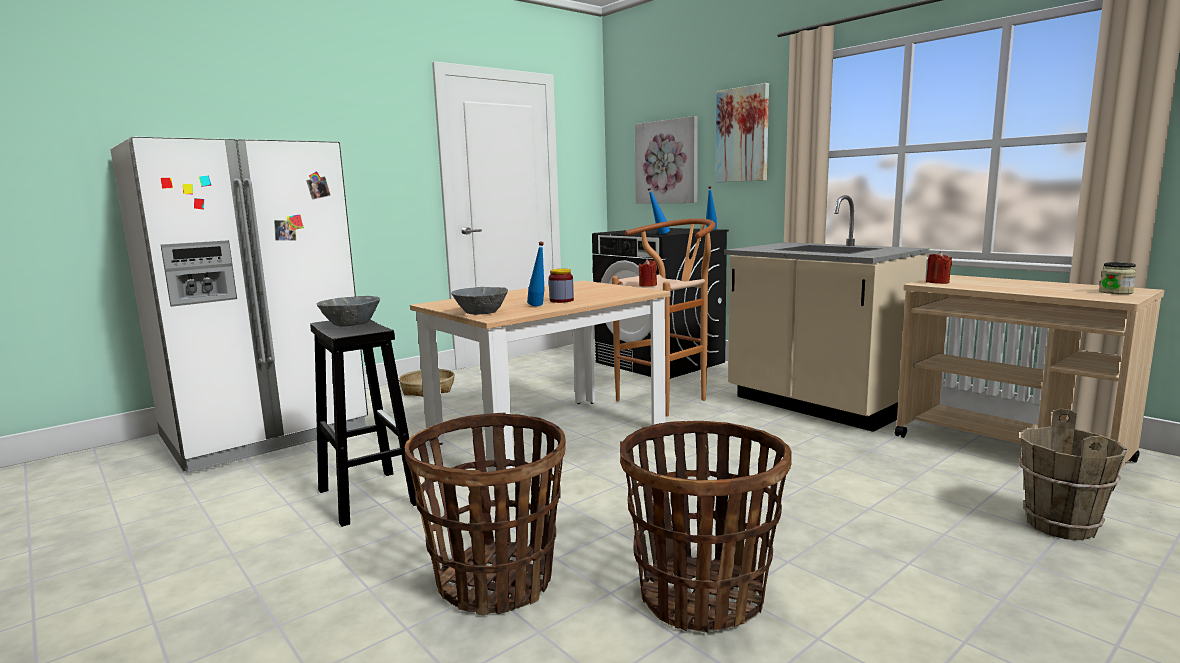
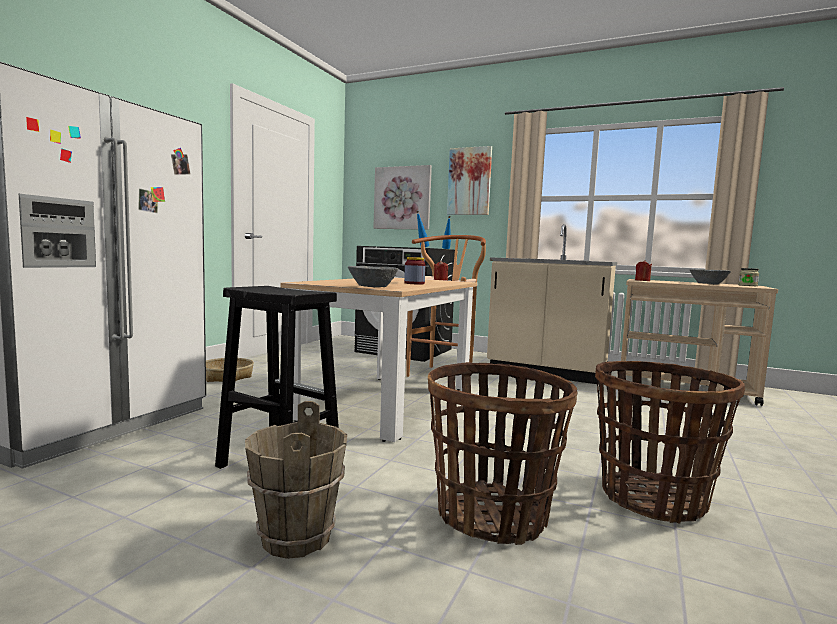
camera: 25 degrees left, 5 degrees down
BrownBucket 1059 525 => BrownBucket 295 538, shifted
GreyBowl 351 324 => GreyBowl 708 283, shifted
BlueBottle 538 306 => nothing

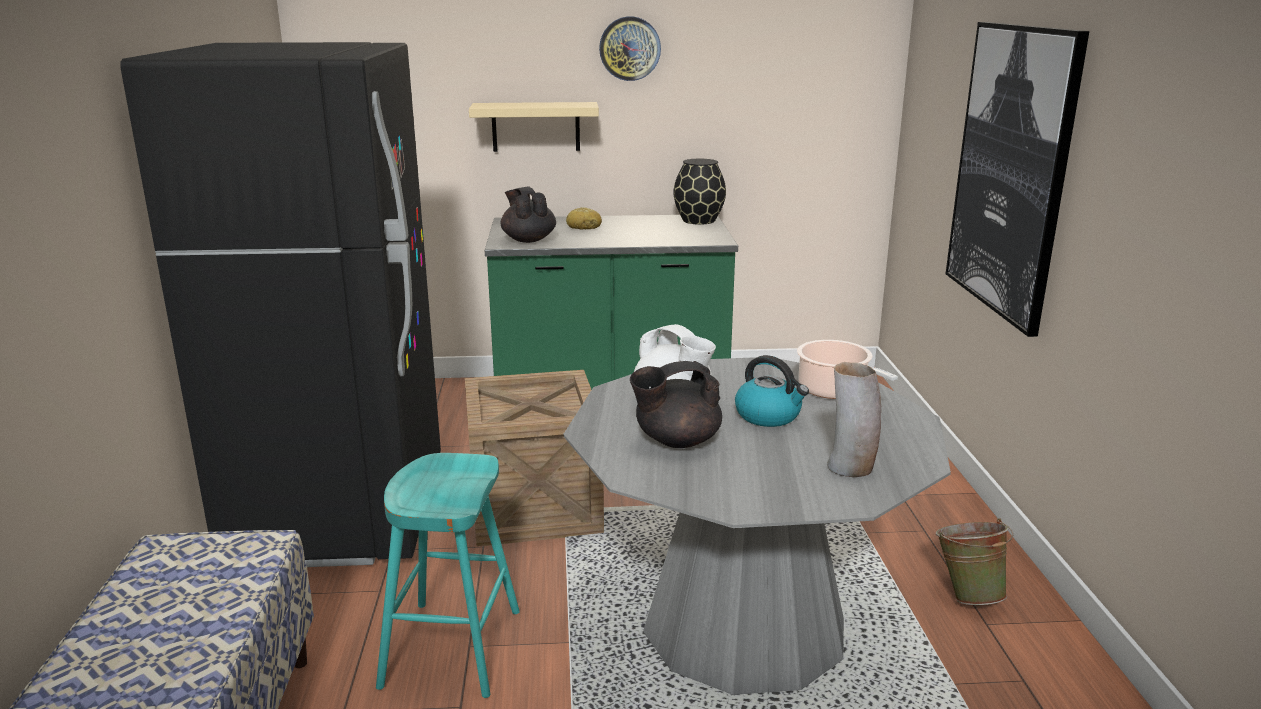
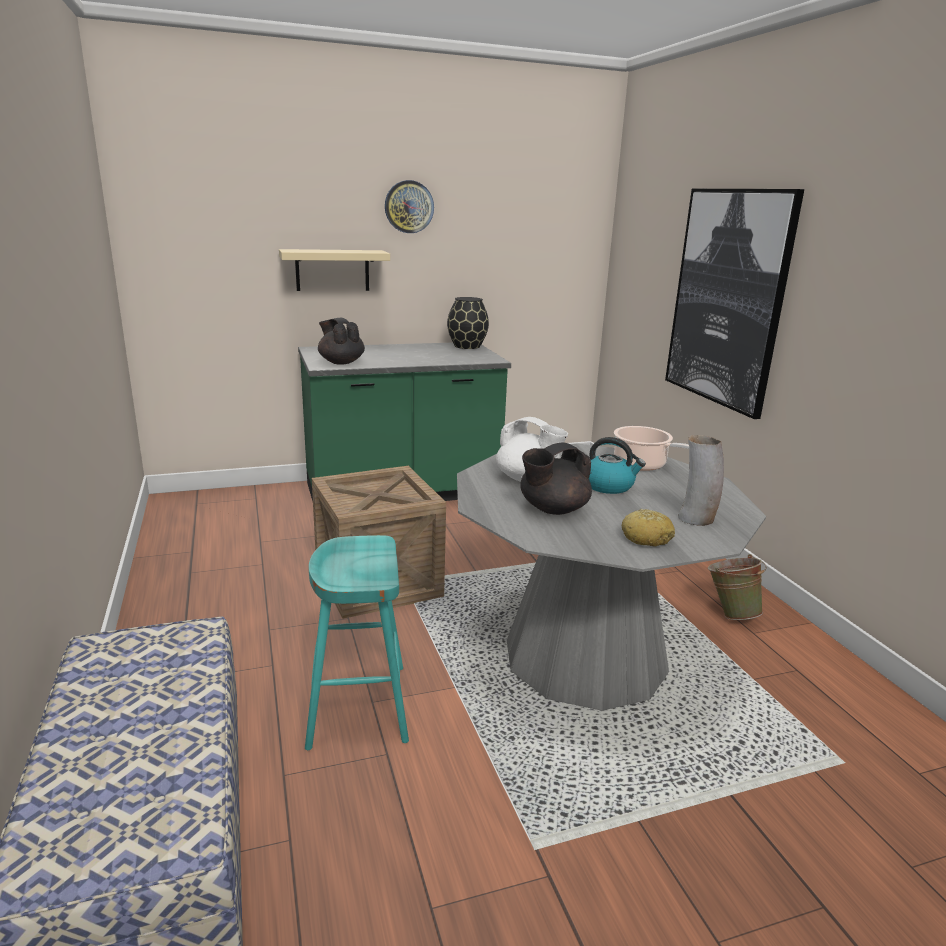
camera: 15 degrees left, 0 degrees up
Bread 584 227 => Bread 646 538, shifted
BlackFridge 341 512 => nothing

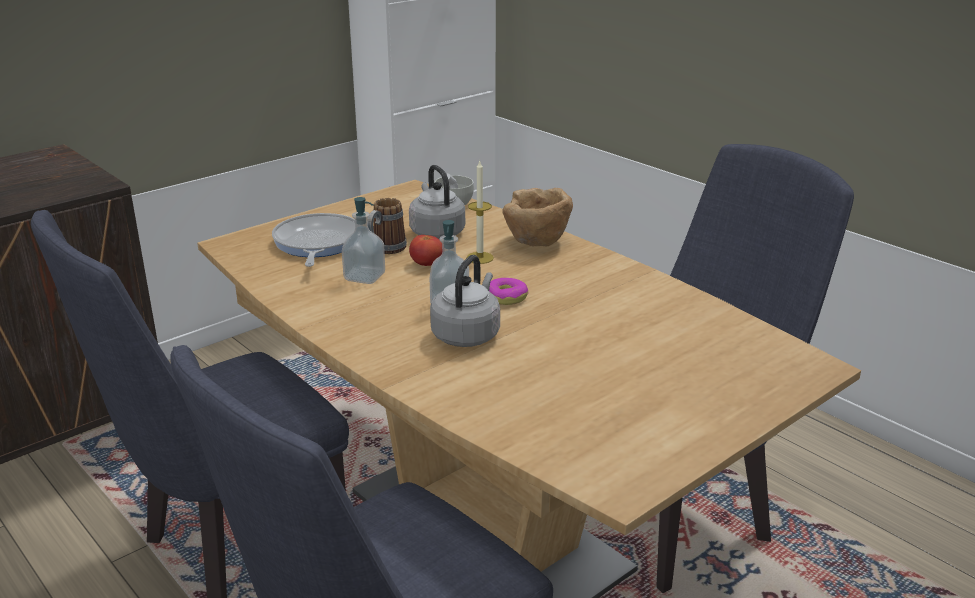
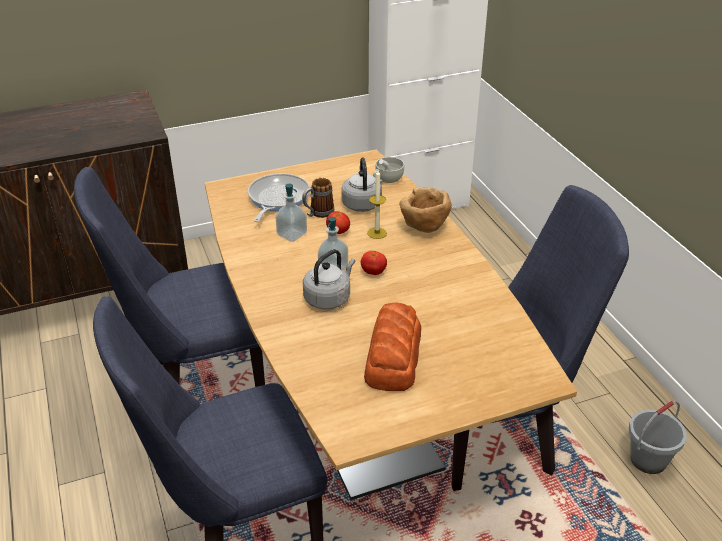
camera: 20 degrees right, 10 degrees up
Donut 507 297 => Tomato 373 272
nothing => Bread 392 356
nothing => GreyBucket 648 460

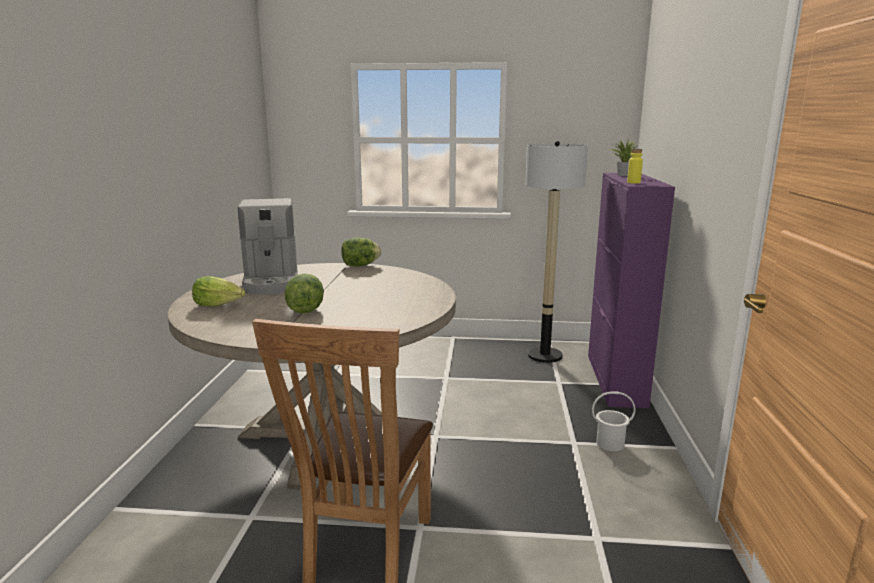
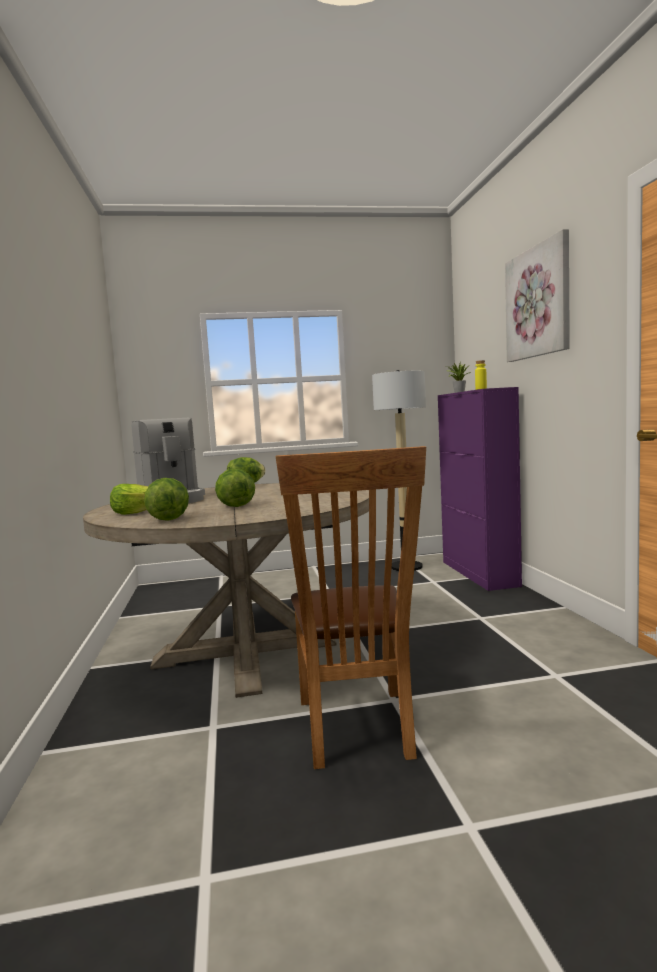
camera: 15 degrees left, 10 degrees down
nothing => Lettuce 168 519
nothing => Picture 538 302
WhiteBucket 610 444 => nothing

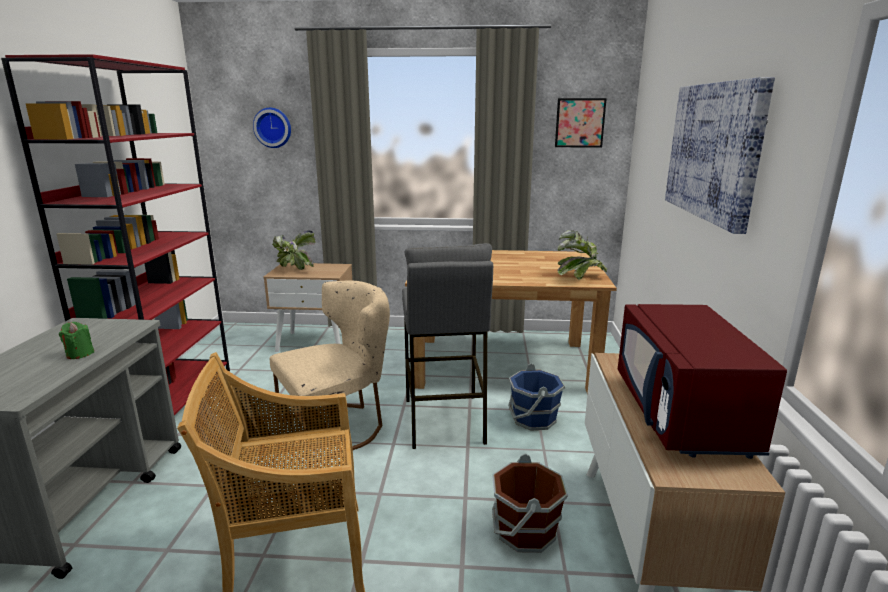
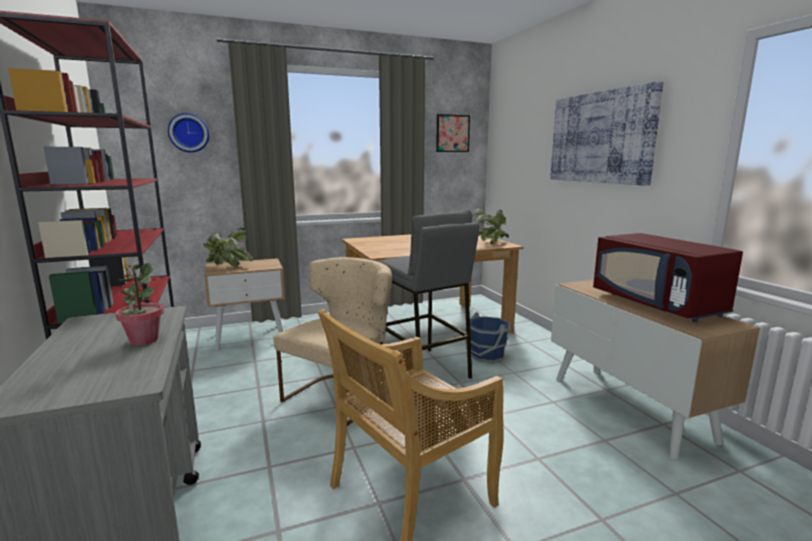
camera: 25 degrees left, 5 degrees down
GreenCandle 80 354 => PottedPlant 144 340
BrownBucket 524 531 => nothing

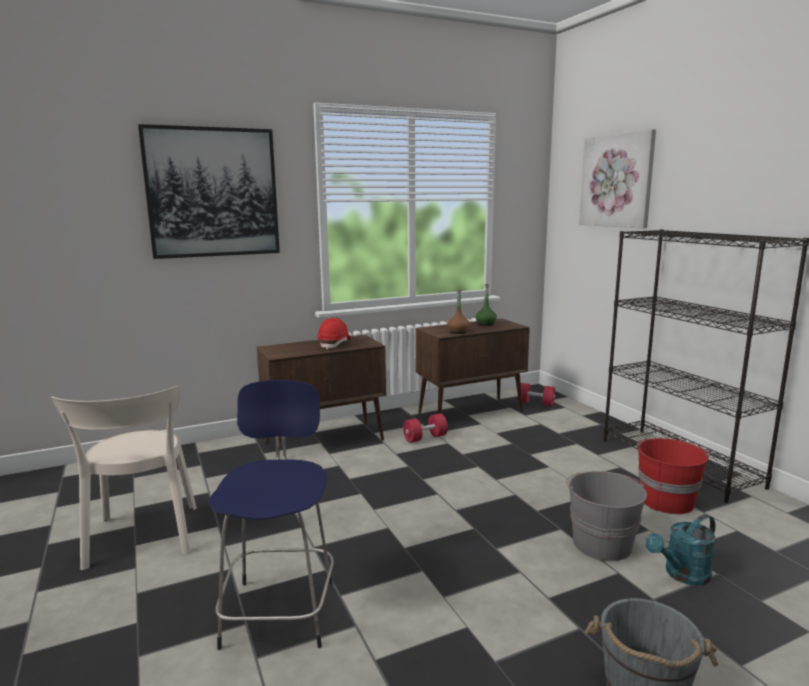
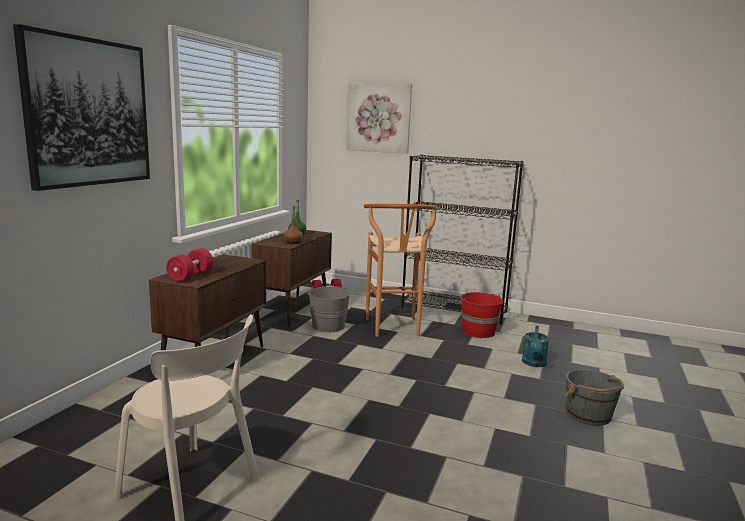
camera: 45 degrees left, 0 degrees up
RedDumbbell 425 438 => RedDumbbell 190 276, shifted
GreyBucket 601 543 => GreyBucket 327 326, shifted
nothing => BrownStool 394 329
BlueStool 280 609 => nothing
RedHardHat 334 344 => nothing

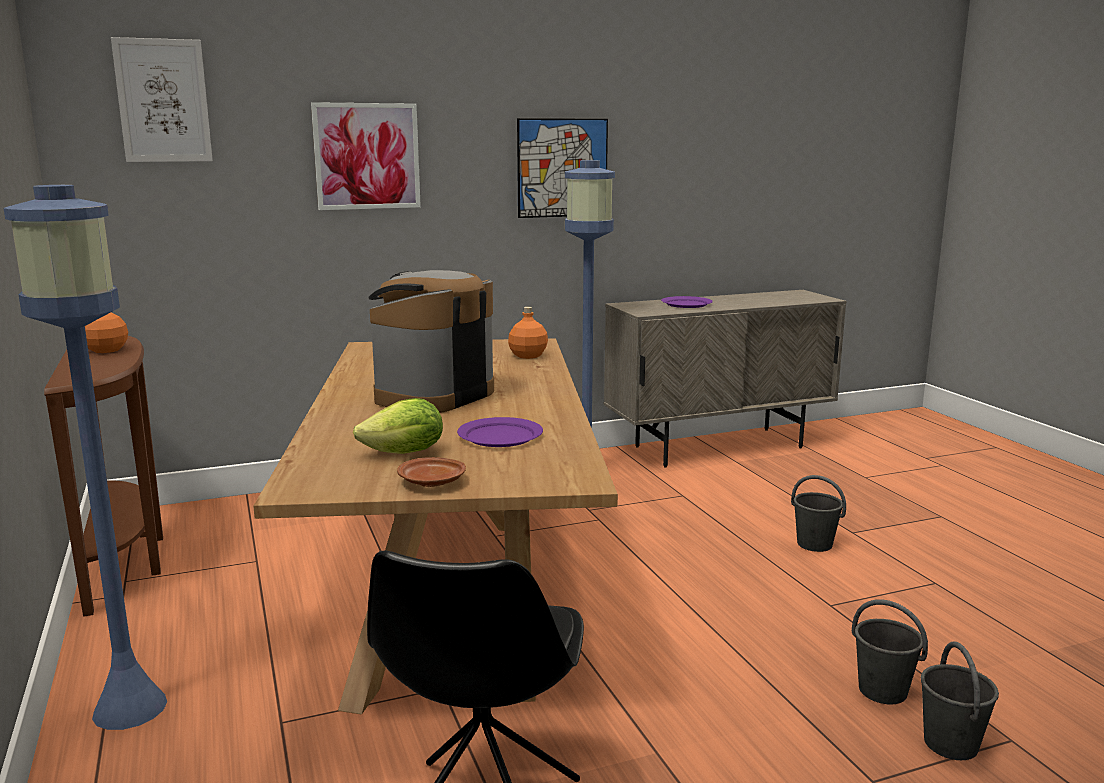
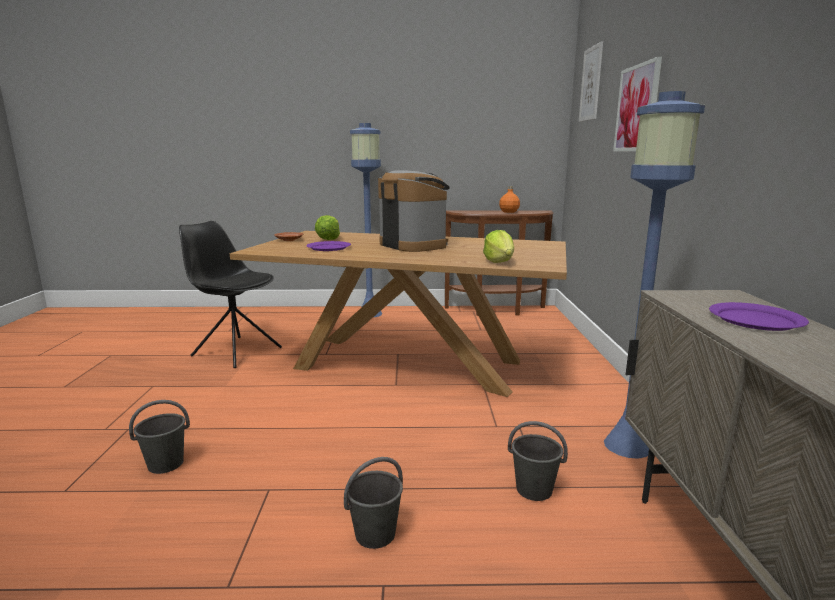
camera: 110 degrees right, 0 degrees up
OrangeBottle 527 356 => Lettuce 499 262
GreyBucket 951 744 => GreyBucket 533 489, shifted
Picture 562 168 => nothing

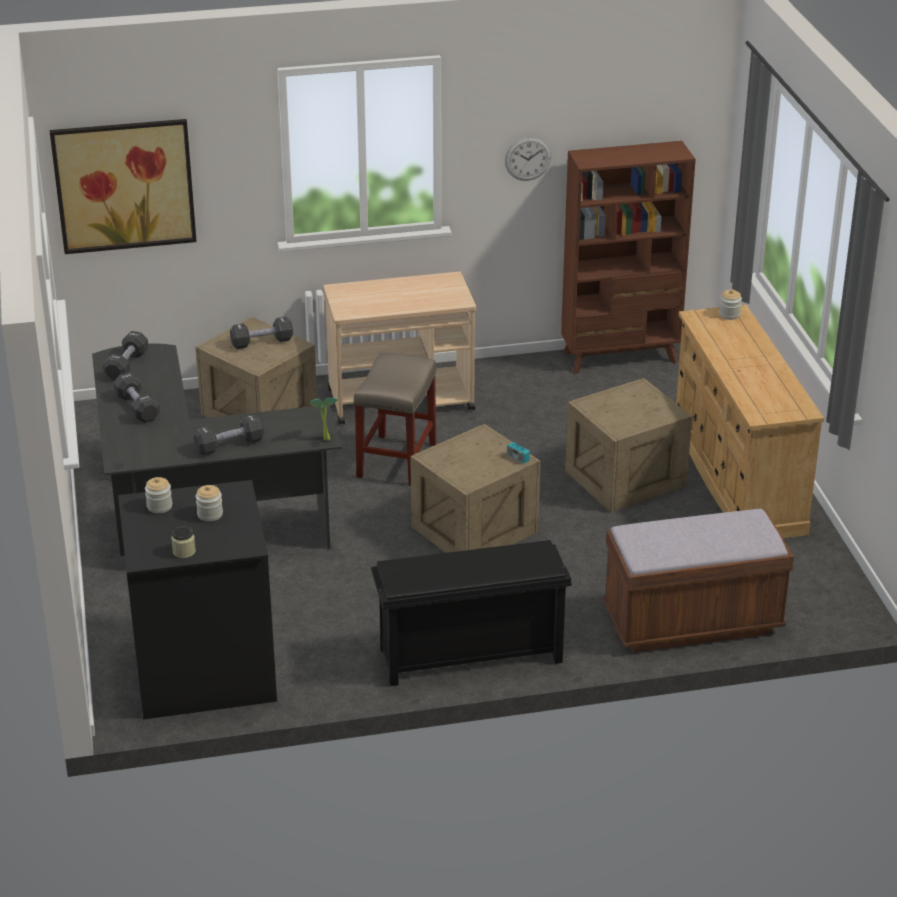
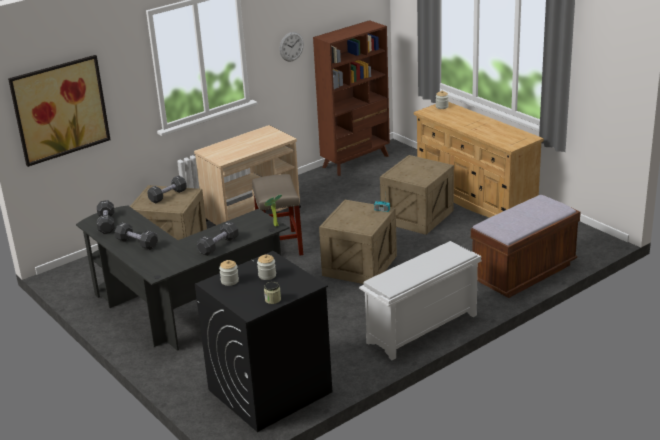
camera: 25 degrees left, 5 degrees down
BlackShoeRack 469 656 => WhiteShoeRack 421 330

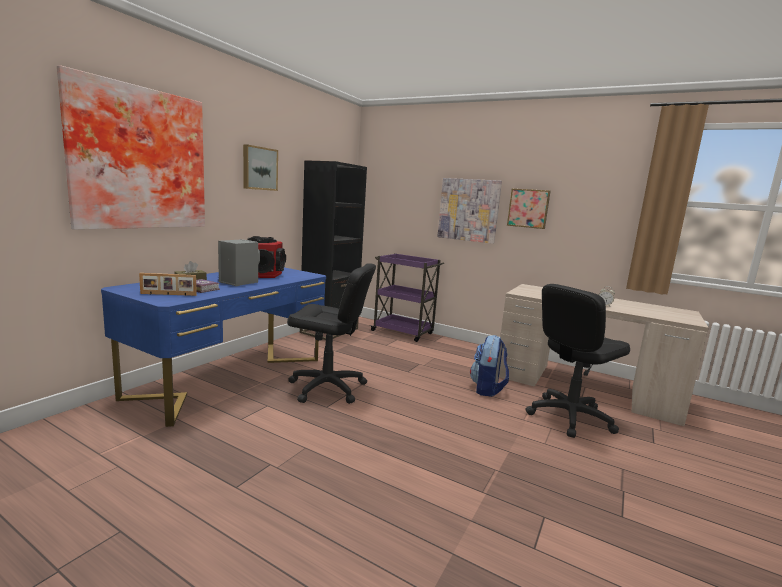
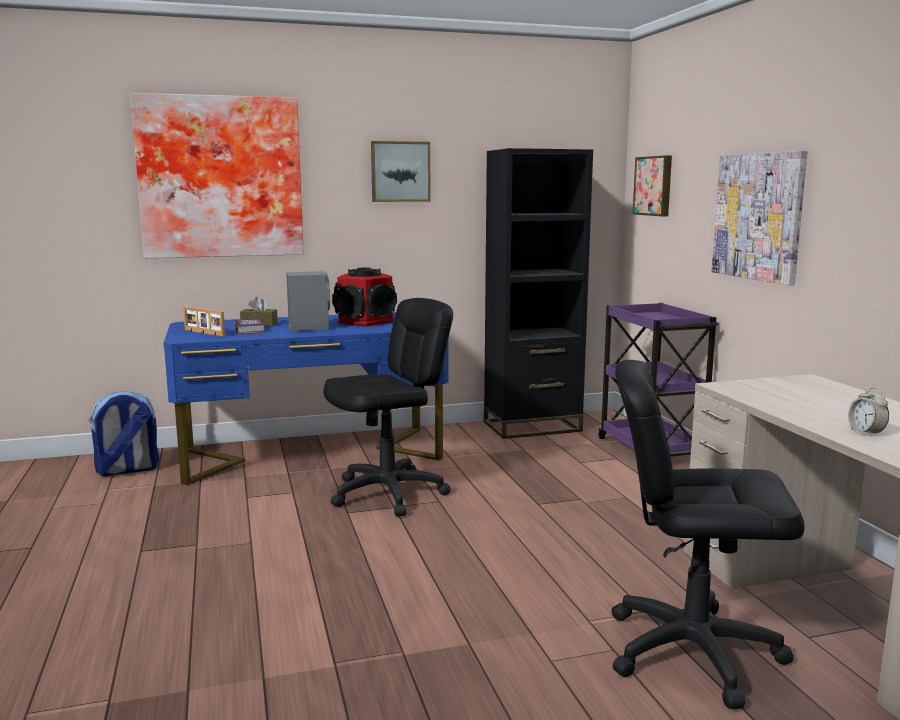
camera: 45 degrees right, 0 degrees up
Backpack 487 389 => Backpack 127 470, shifted
BlackOfficeChair 327 388 => BlackOfficeChair 388 493, 90 degrees counterclockwise
Picture 528 208 => Picture 654 186, shifted

